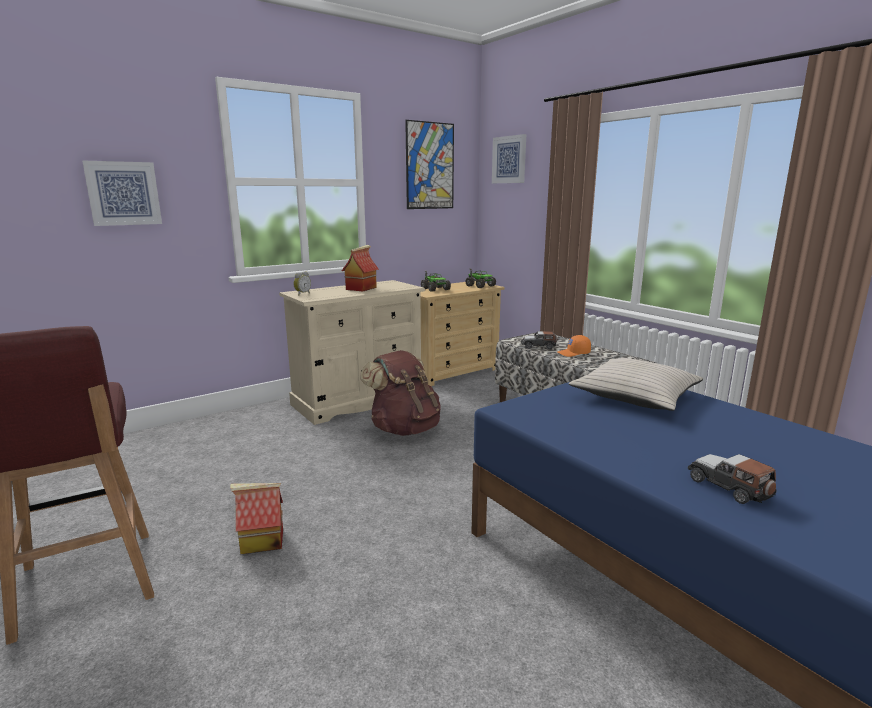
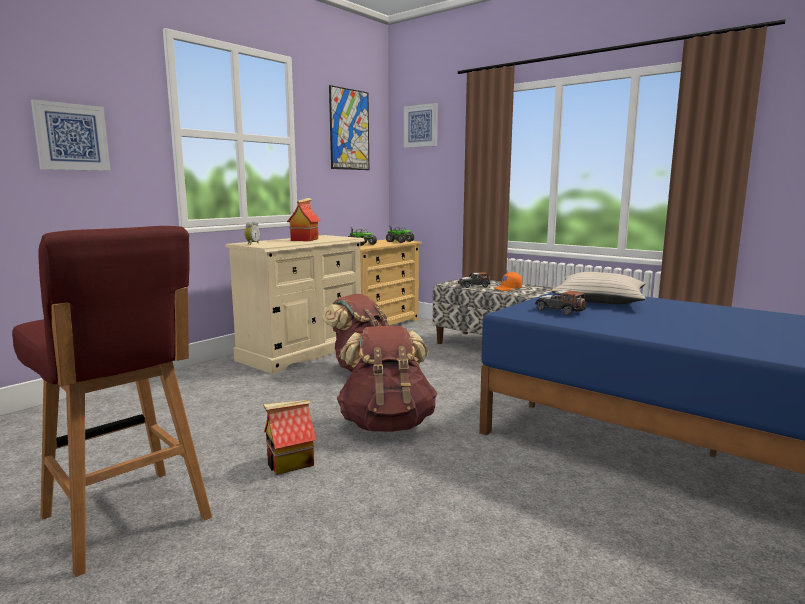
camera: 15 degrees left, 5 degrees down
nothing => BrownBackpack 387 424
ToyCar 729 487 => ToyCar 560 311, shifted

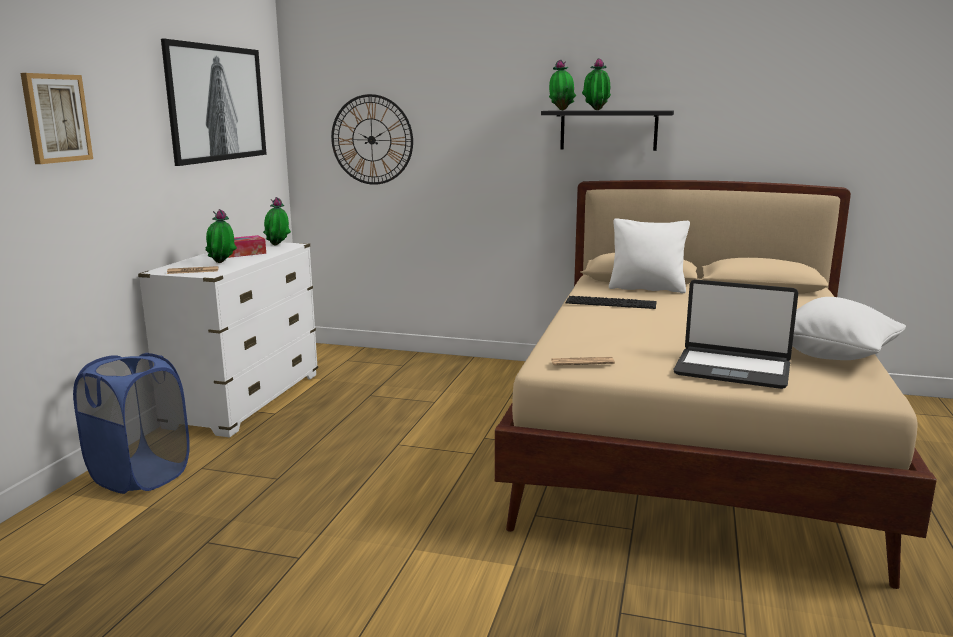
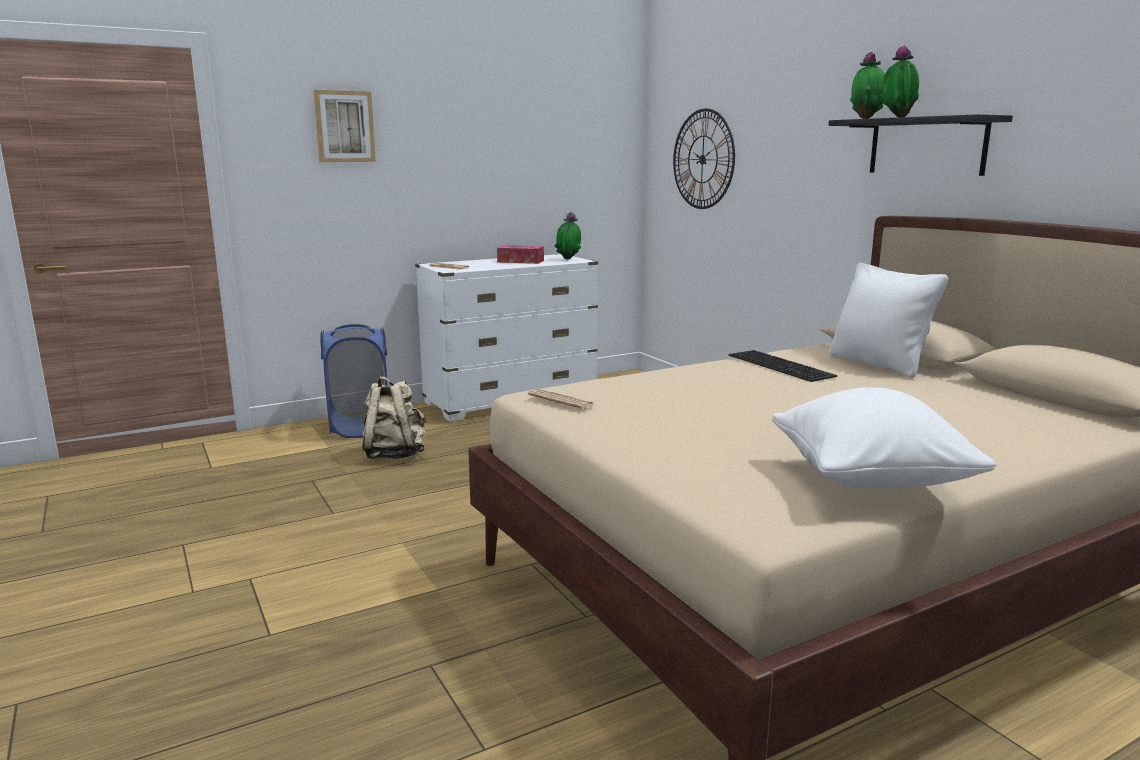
camera: 45 degrees right, 0 degrees up
nothing => BeigeBackpack 394 454
Picture 216 103 => nothing
PottedPlant 222 263 => nothing
Laptop 732 369 => nothing

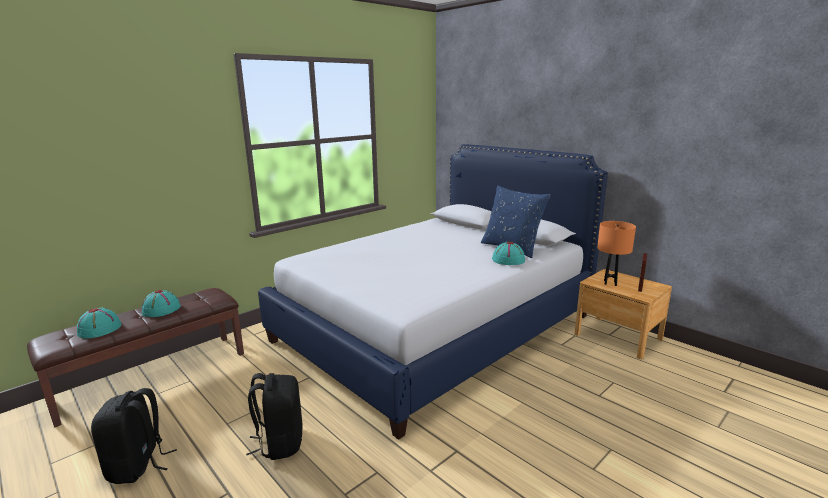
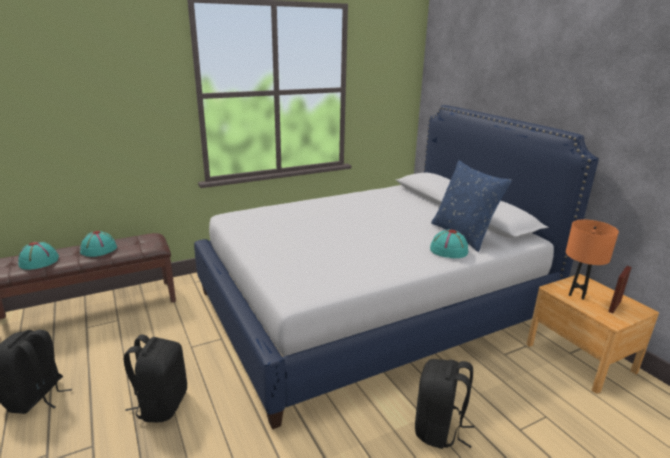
camera: 15 degrees right, 5 degrees up
nothing => BlackBackpack 439 429

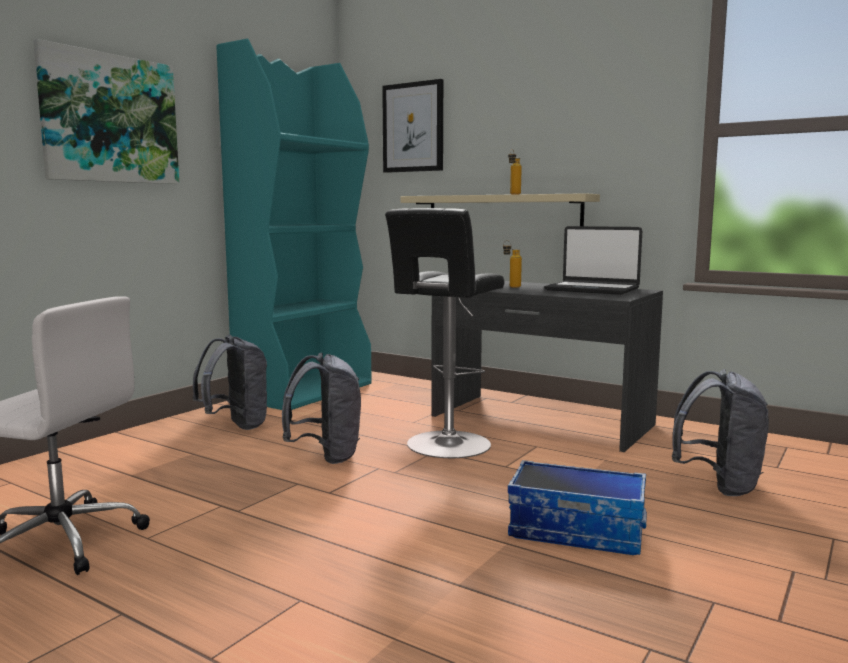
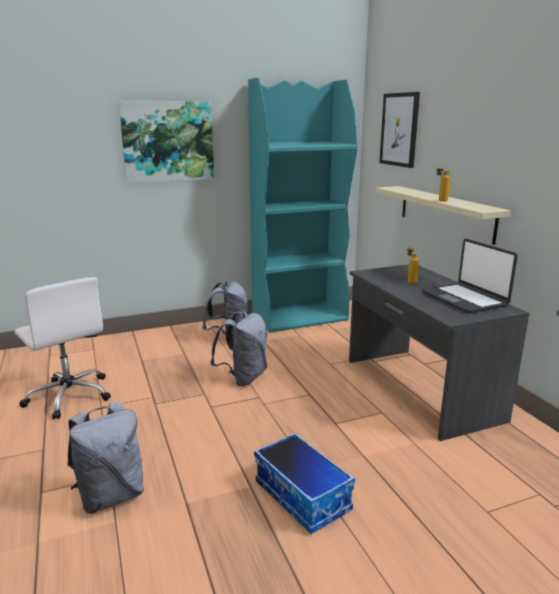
camera: 35 degrees right, 10 degrees up
GreyBackpack 719 485 => GreyBackpack 111 496, shifted
BlackStool 446 446 => nothing

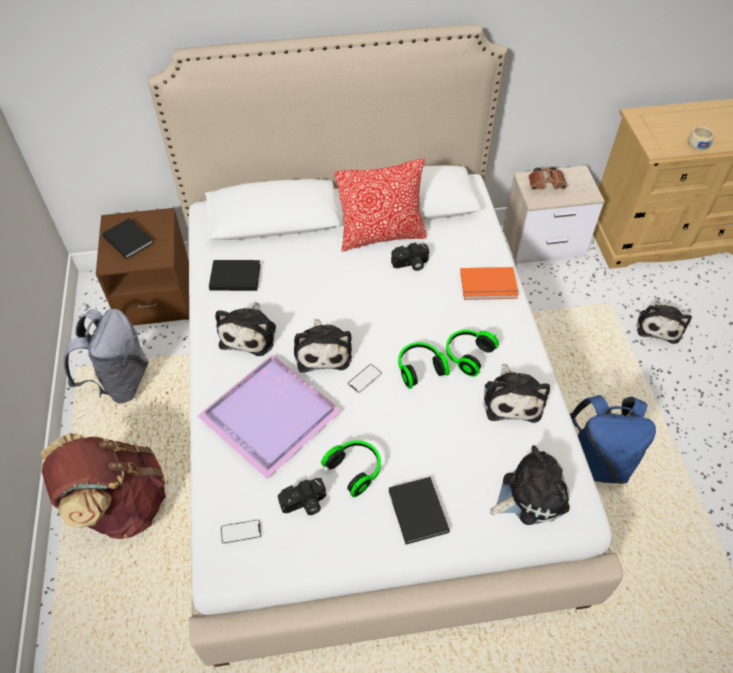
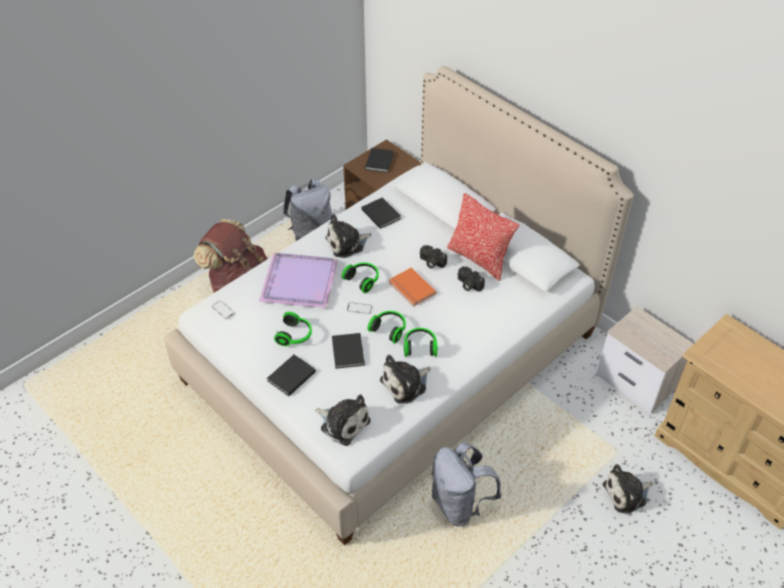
camera: 55 degrees right, 5 degrees down
nothing => BlackBook 347 353
PlushToy 323 350 => Headphones 363 280
OrangeBook 489 286 => OrangeBook 411 289, shifted
PhotoCamera 304 504 => PhotoCamera 431 262, shifted
BlueBackpack 596 462 => GreyBackpack 459 504
BrownBinoculars 547 185 => nothing
BeigeCup 697 142 => nothing

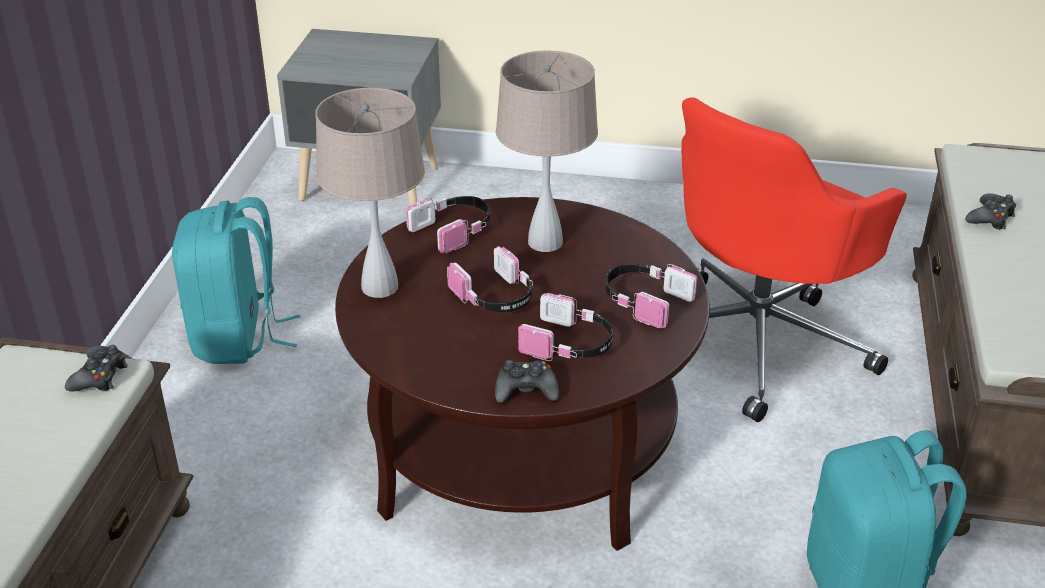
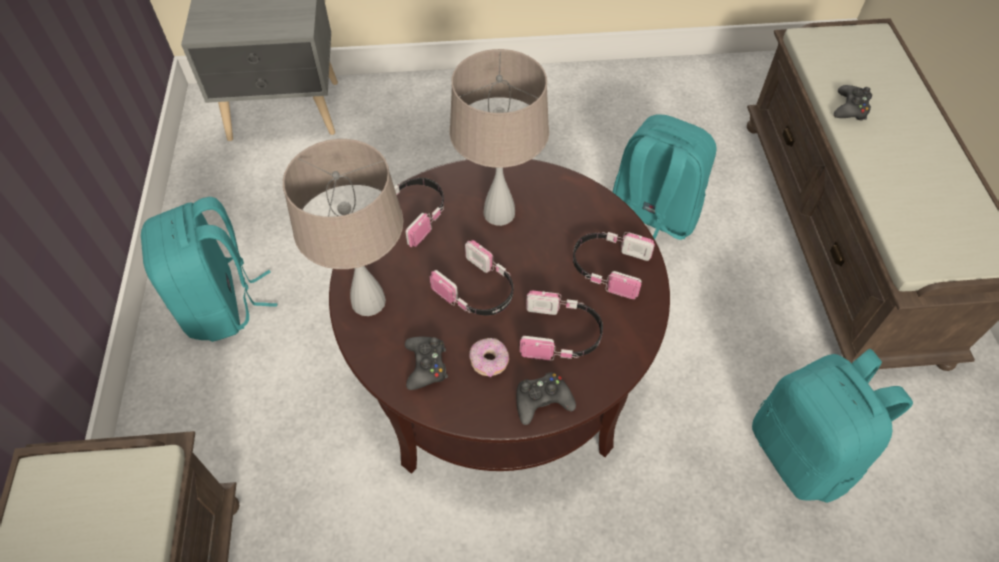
camera: 15 degrees left, 20 degrees up
BlackGameController 99 376 => BlackGameController 426 365, shifted
nothing => Donut 489 361
RedOfficeChair 759 341 => TurquoiseBackpack 651 217

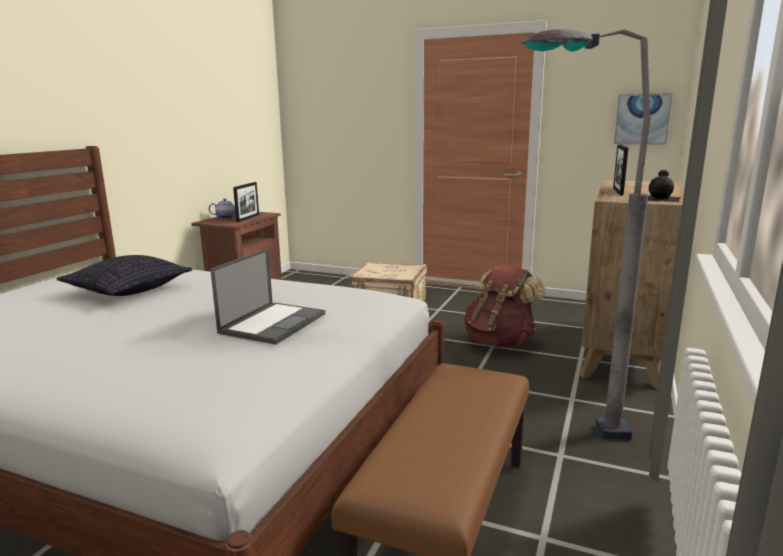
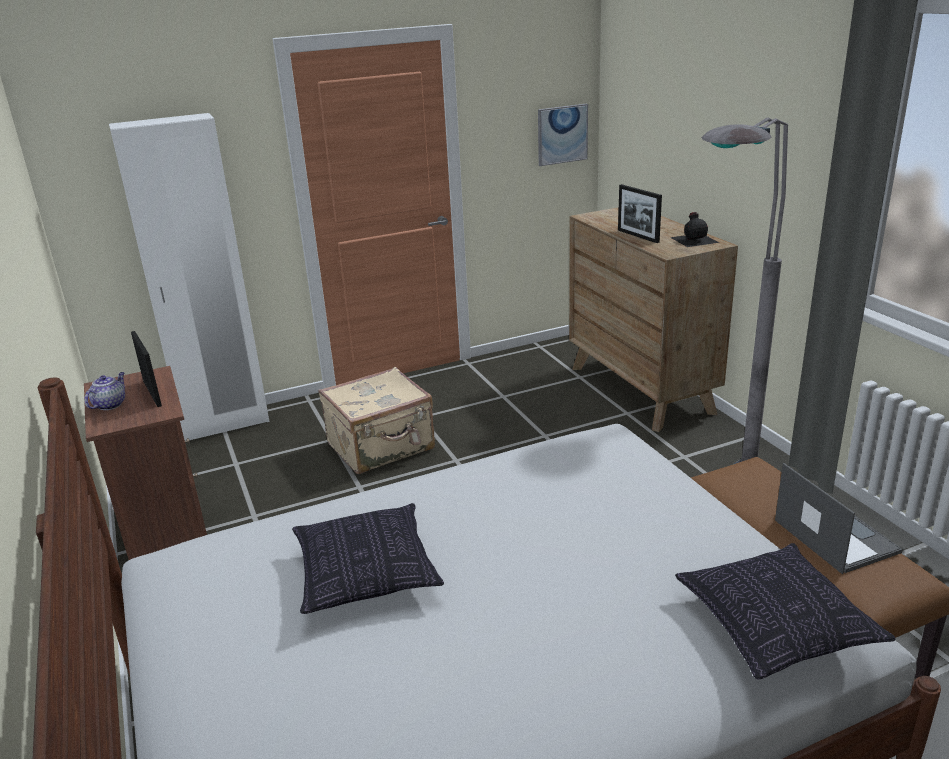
camera: 45 degrees left, 10 degrees up
nothing => WhiteWardrobe 225 424
nothing => Pillow 774 626
Laptop 273 323 => Laptop 834 535, shifted
BrownBackpack 500 342 => nothing

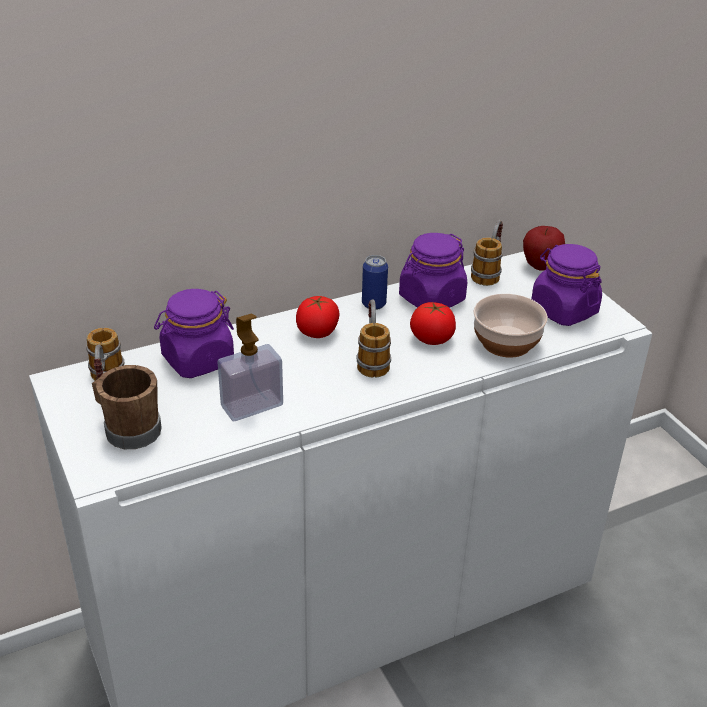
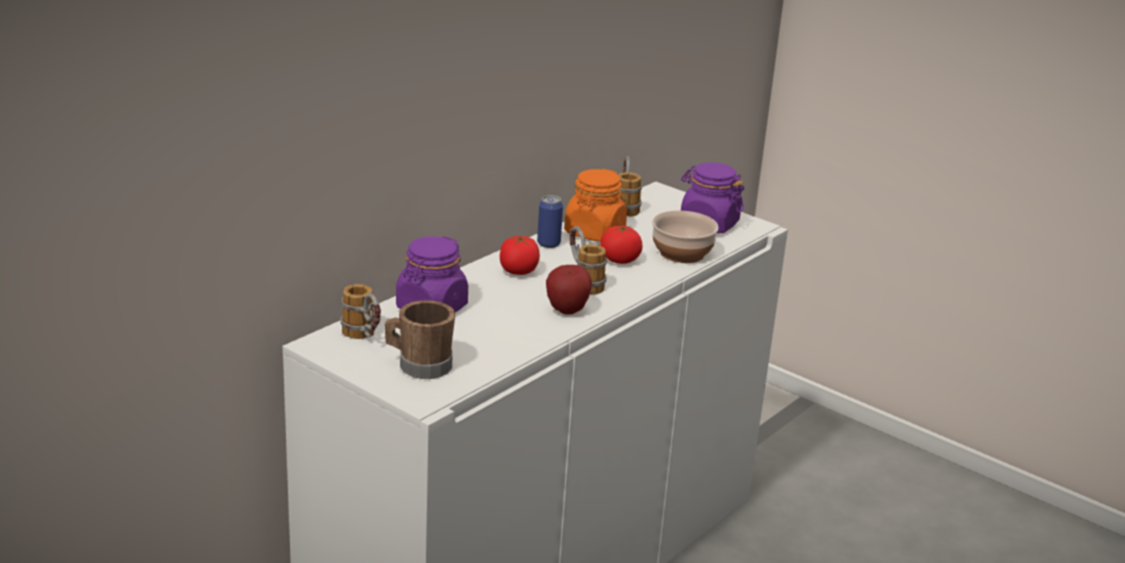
camera: 25 degrees left, 10 degrees down
Apple 540 266 => Apple 567 310, shifted
PurpleJar 431 299 => OrangeJar 594 233
SoapDispenser 252 405 => nothing

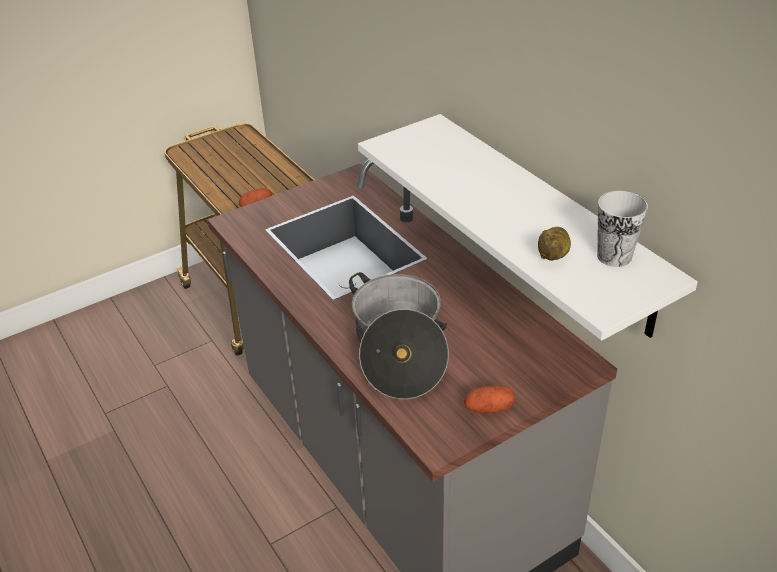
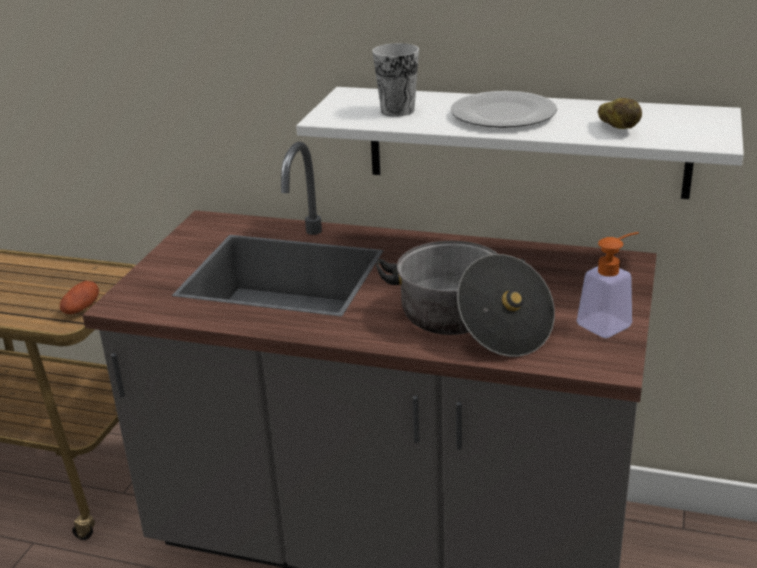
camera: 40 degrees left, 10 degrees down
Cup 614 256 => Cup 397 110, shifted
nothing => Plate 503 114
Potato 488 408 => SoapDispenser 610 322

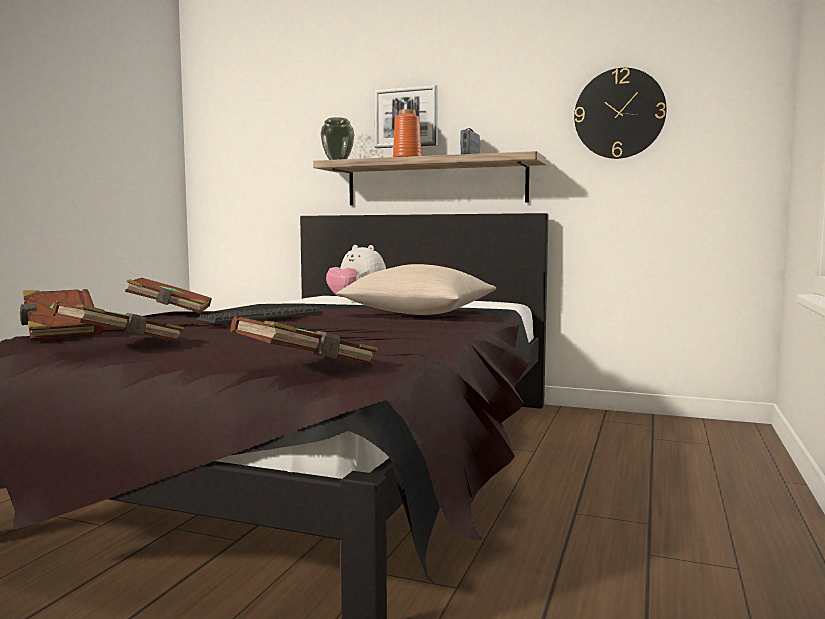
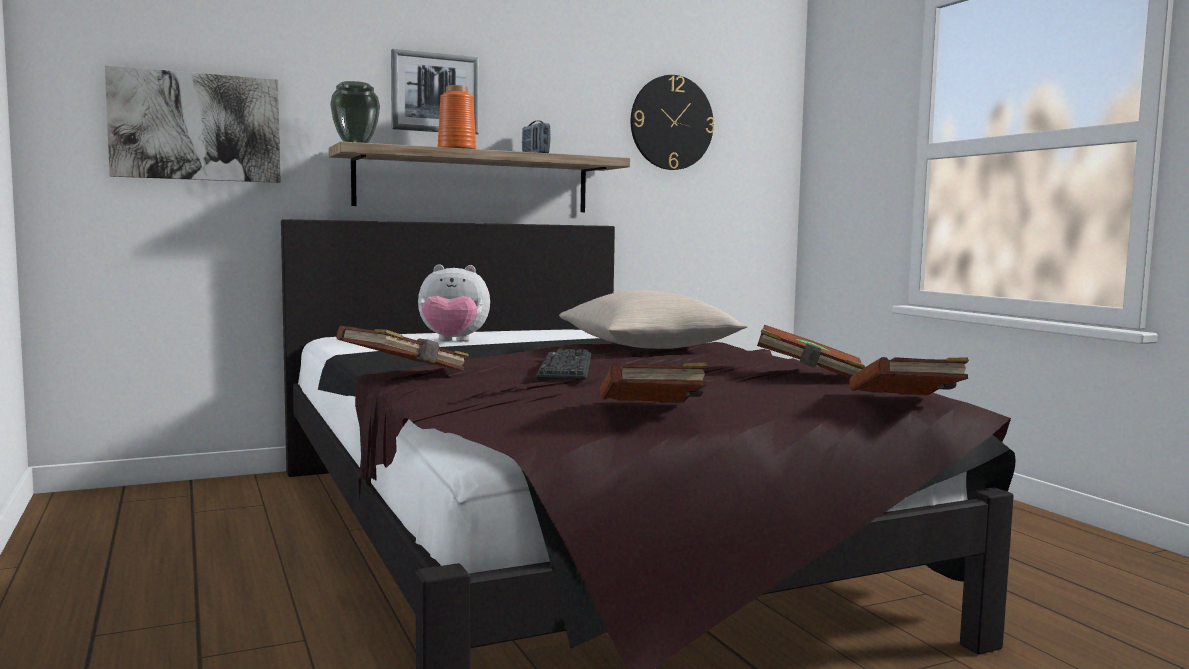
camera: 45 degrees left, 0 degrees up
nothing => Picture 196 127
BrownBook 60 333 => BrownBook 808 374, shifted

